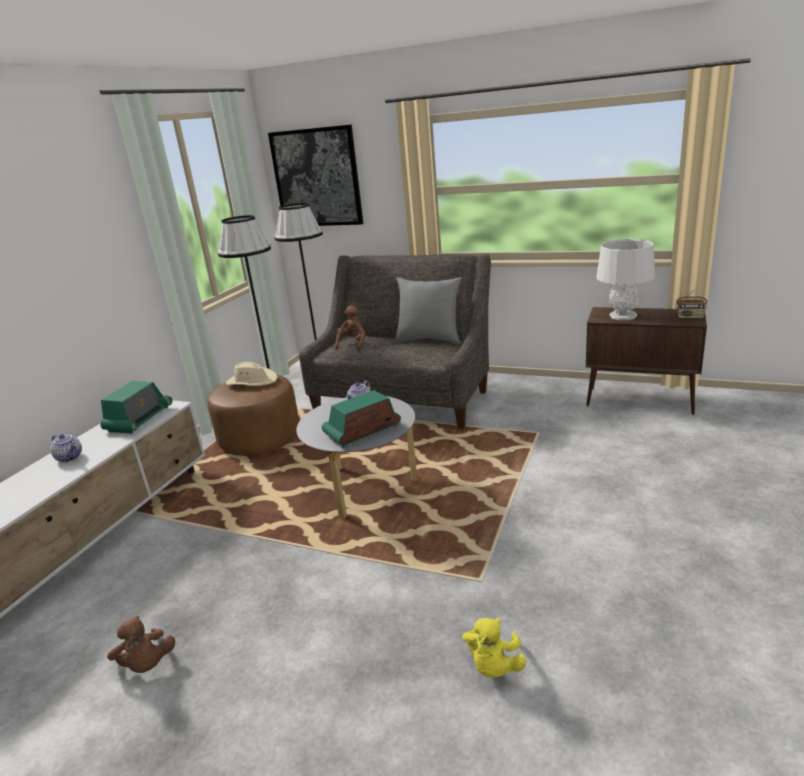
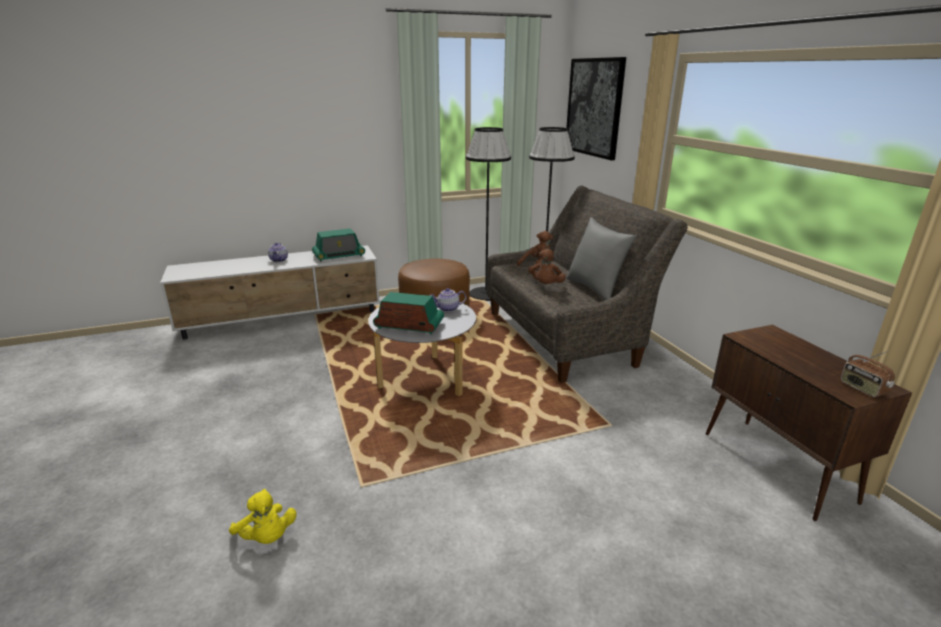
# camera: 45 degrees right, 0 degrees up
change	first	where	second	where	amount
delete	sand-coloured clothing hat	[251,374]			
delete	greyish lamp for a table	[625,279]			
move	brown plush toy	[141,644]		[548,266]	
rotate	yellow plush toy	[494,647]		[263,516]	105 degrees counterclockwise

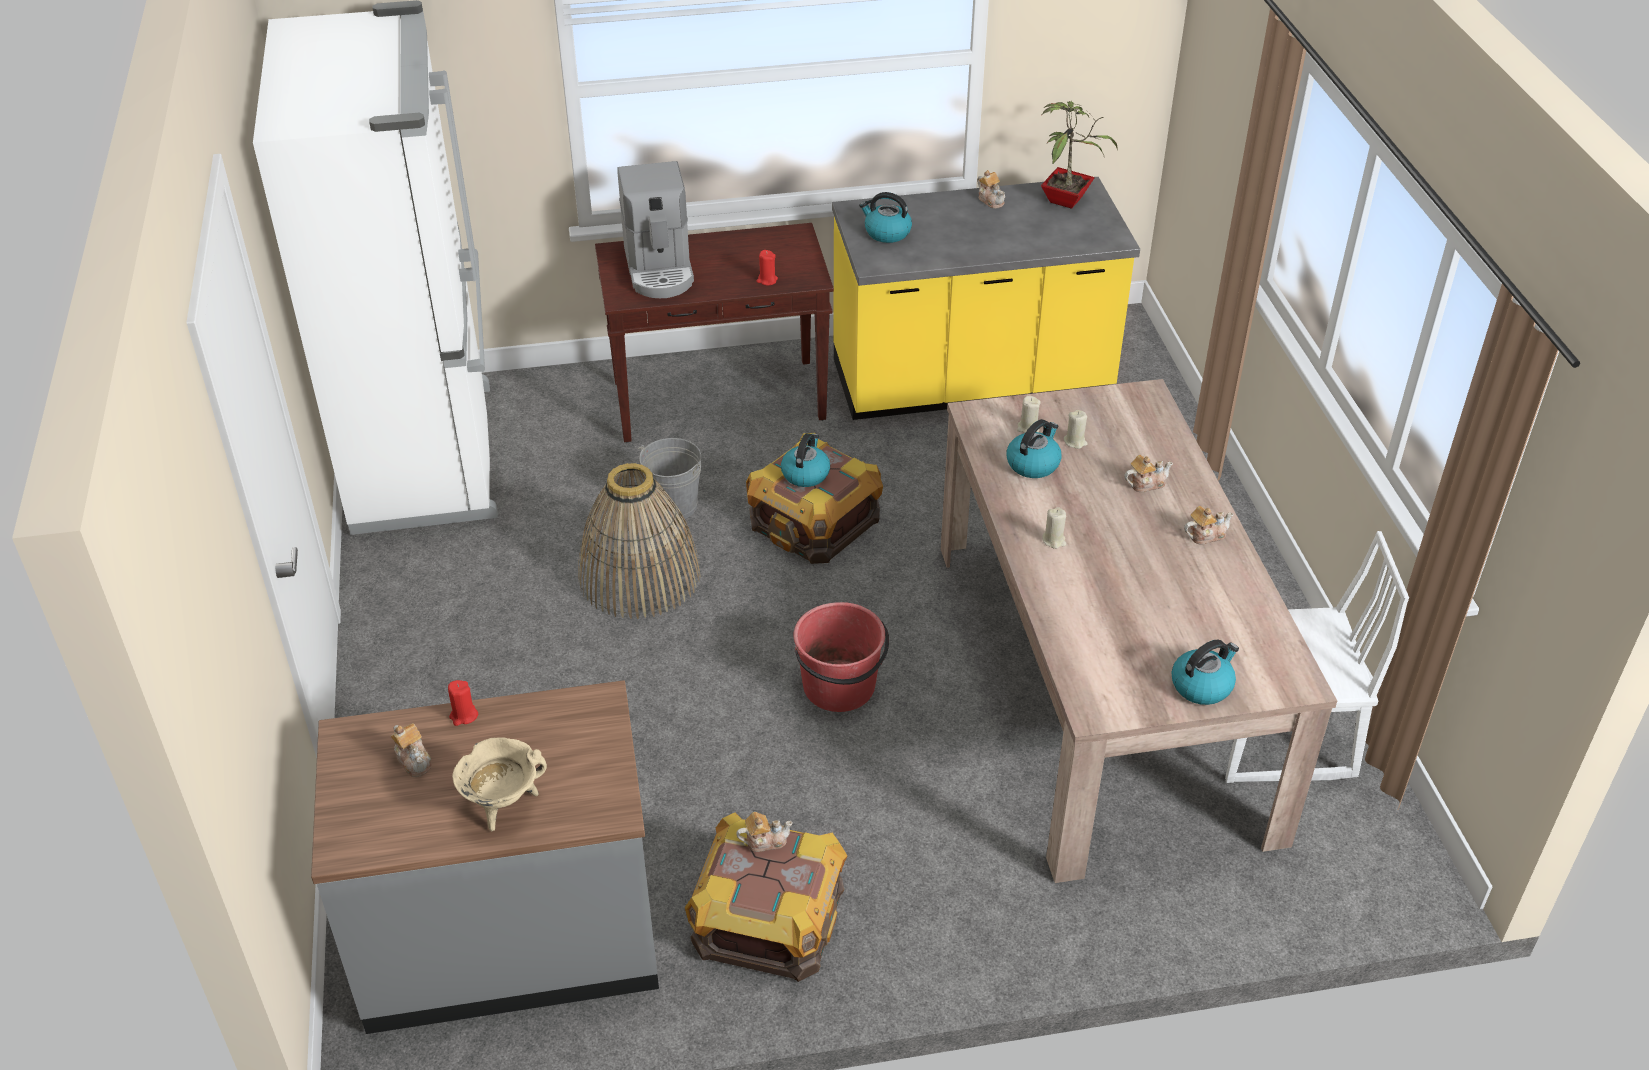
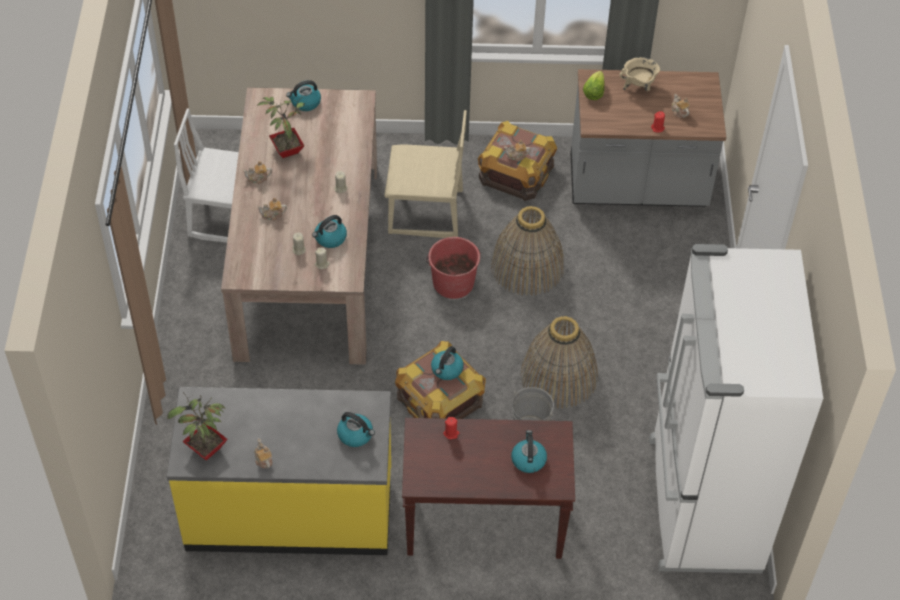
# camera: 170 degrees left, 10 degrees up
change	first	where	second	where	amount
insert			potted plant	[281,127]	
insert			sand-coloured plain chair	[425,174]	
insert			household basket	[527,251]	
insert			lettuce head	[594,85]	
replace	coffee maker	[655,229]	kettle	[529,451]	

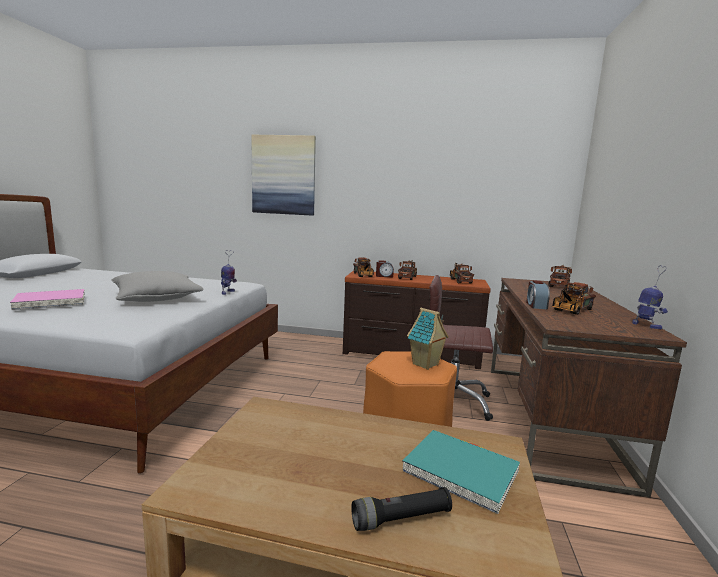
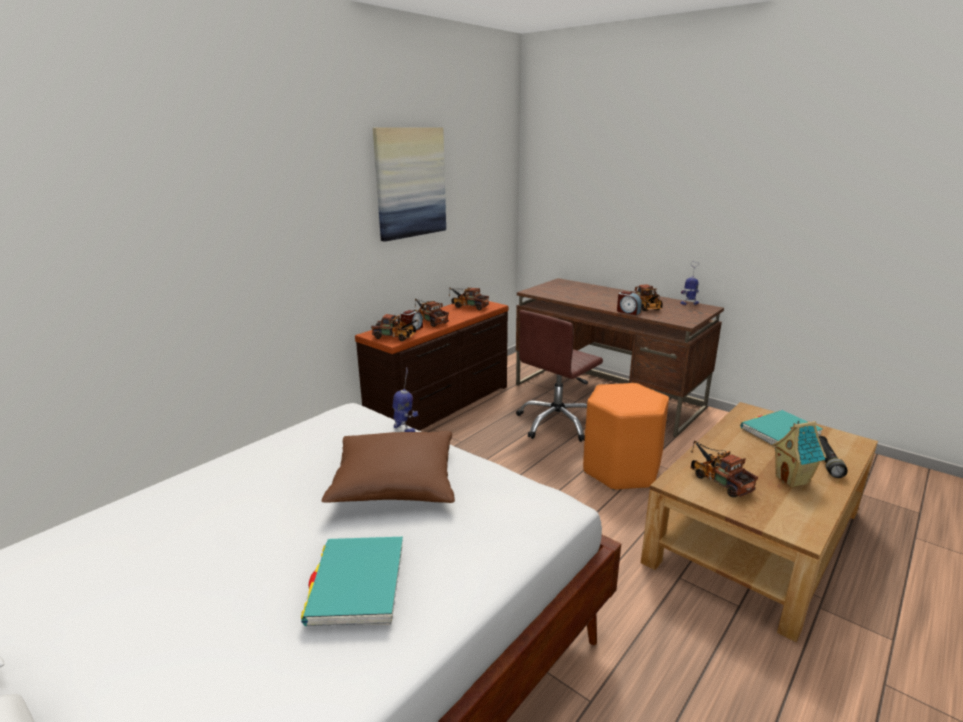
# camera: 60 degrees left, 10 degrees up
change	first	where	second	where	amount
move	wall art	[283,175]		[409,184]	
move	model house	[428,339]		[799,454]	
move	toy lorry	[560,277]		[724,469]	
recolor	pink-coloured bound book	[47,299]	turquoise bound book	[352,581]	
recolor	greyish throw pillow	[157,286]	brown throw pillow	[388,467]	

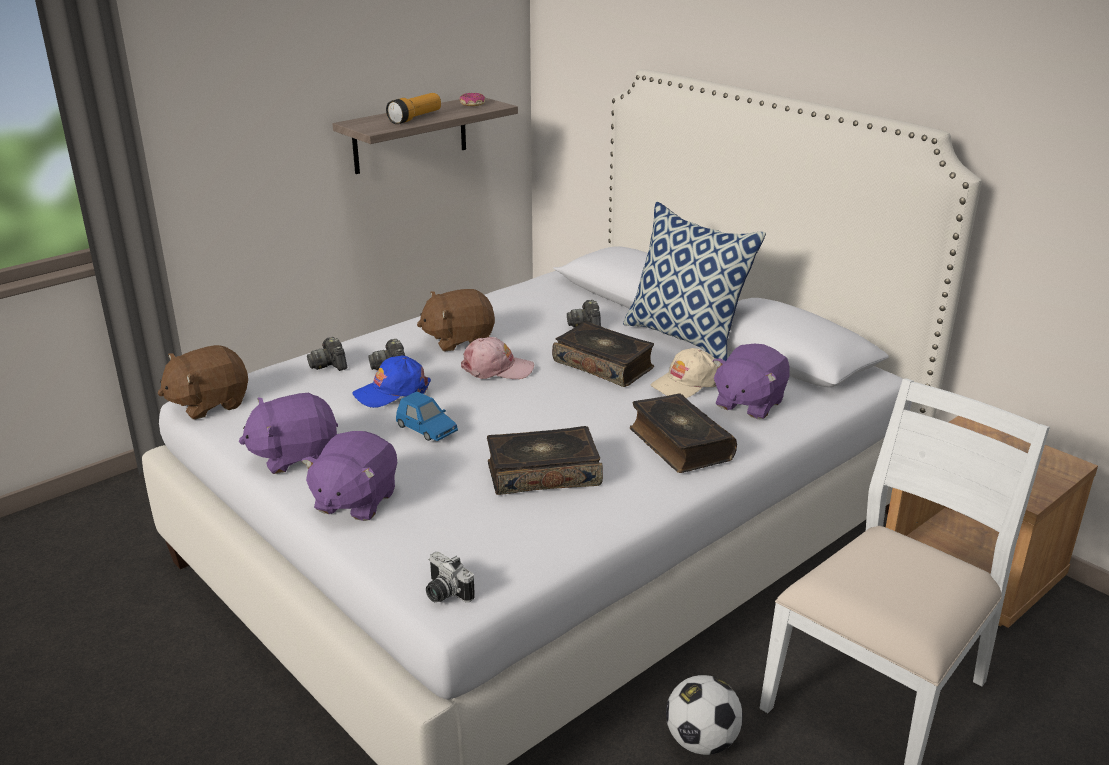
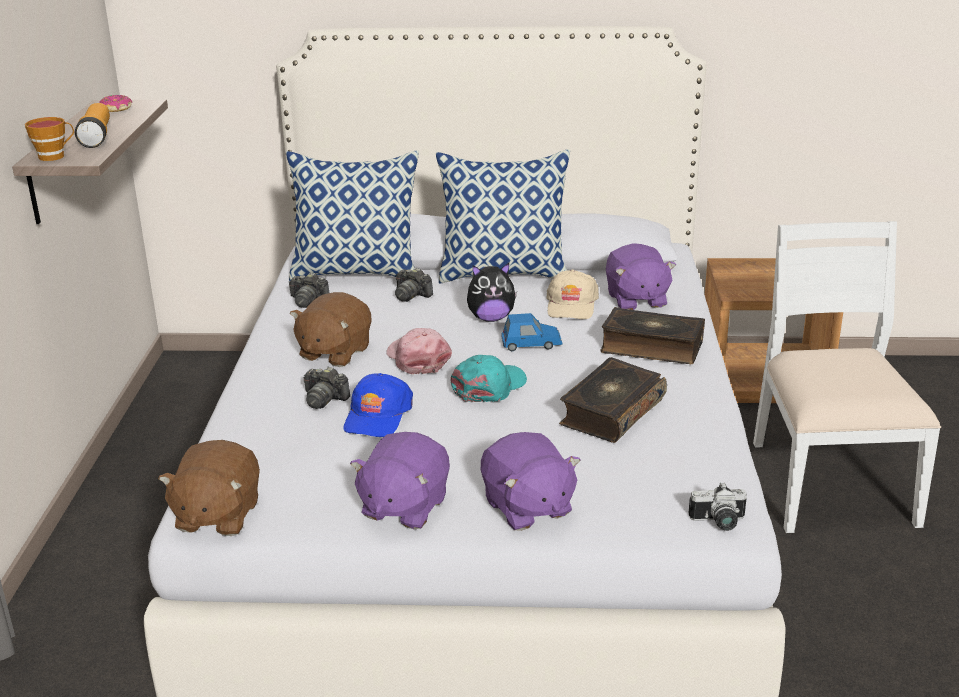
# camera: 45 degrees left, 0 degrees up
change	first	where	second	where	amount
delete	football	[704,715]			
insert			cup	[49,139]	
insert			throw pillow	[352,215]	
insert			turquoise cap	[489,378]	
move	photo camera	[327,354]		[309,290]	
move	blue toy car	[427,416]		[531,332]	
replace	bound book	[603,354]	plush toy	[492,292]	
rotate	pink-coloured cap	[498,358]		[419,351]	75 degrees counterclockwise

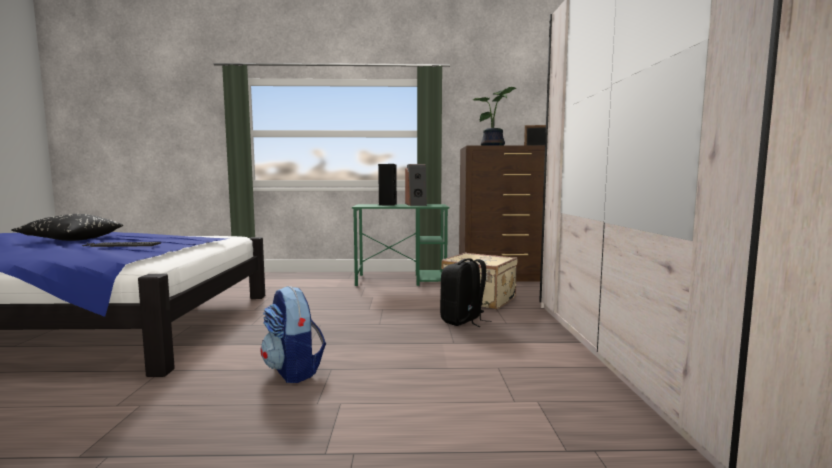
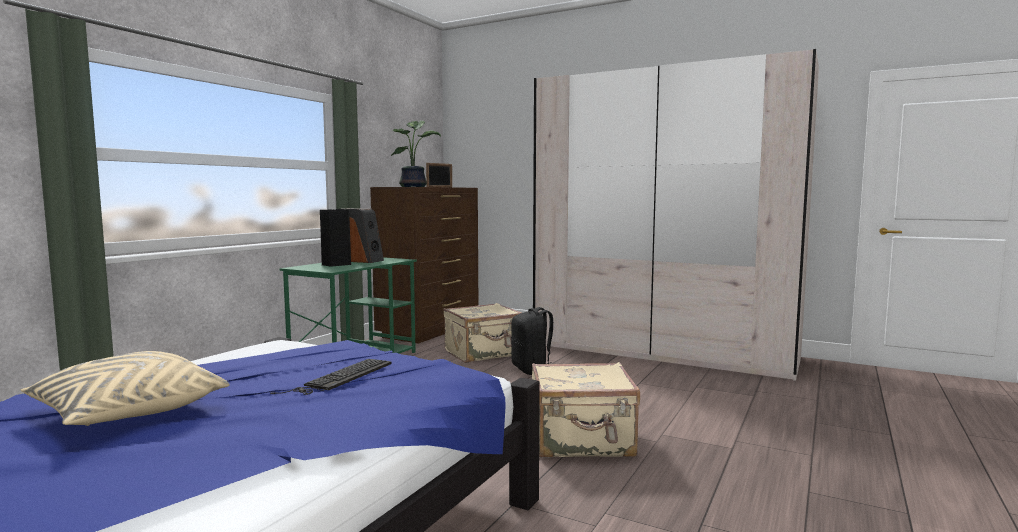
# camera: 60 degrees left, 0 degrees up
change	first	where	second	where	amount
replace	knapsack	[293,334]	sand-coloured suitcase	[586,410]	
recolor	black throw pillow	[67,227]	sand-coloured throw pillow	[125,388]	

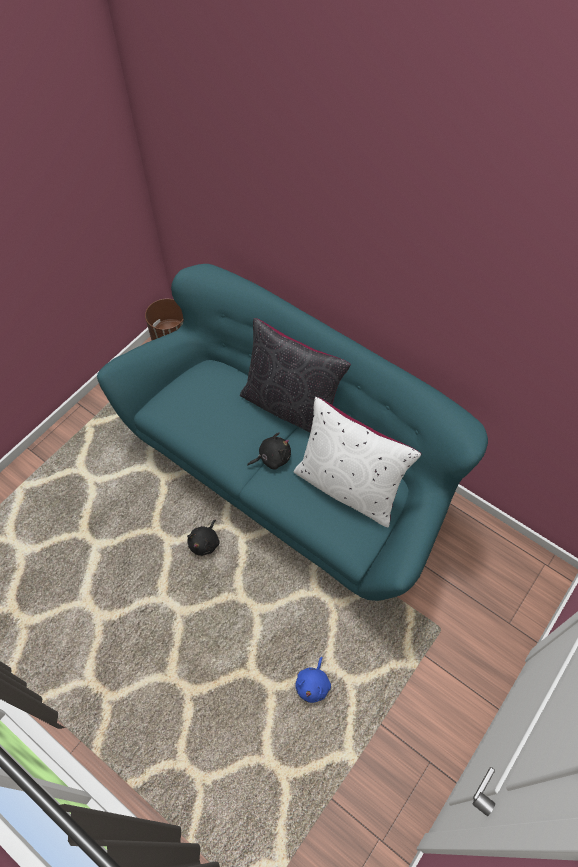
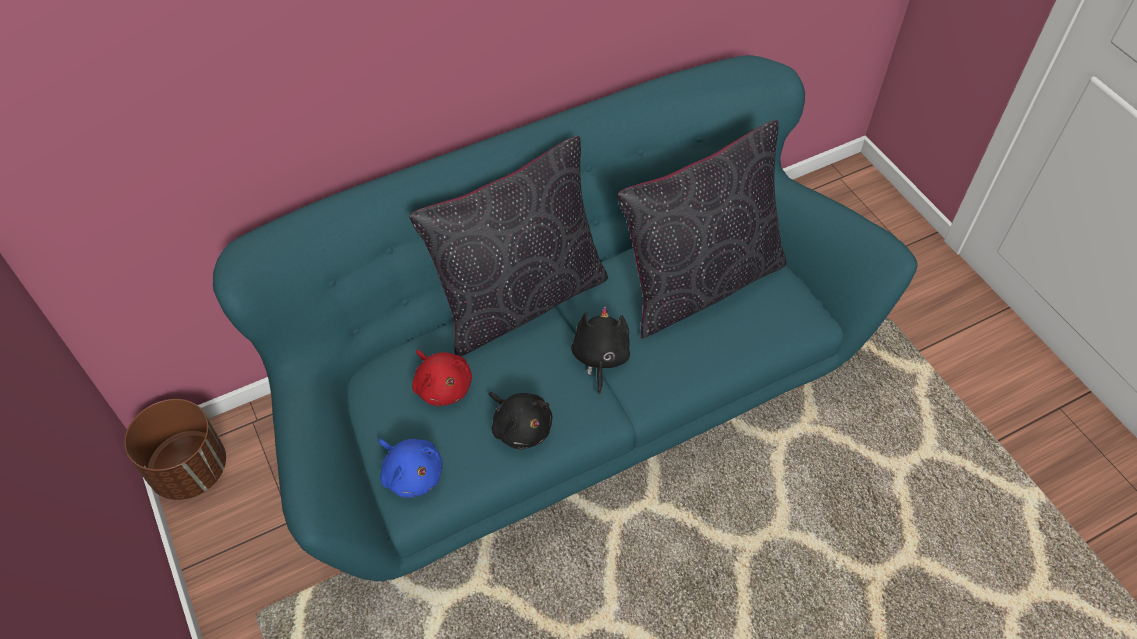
# camera: 65 degrees left, 5 degrees down
change	first	where	second	where	amount
insert			red-coloured plush toy	[442,378]	
move	black plush toy	[203,538]		[520,421]	
move	blue plush toy	[313,680]		[410,468]	
recolor	white-coloured throw pillow	[357,462]	black throw pillow	[702,229]	

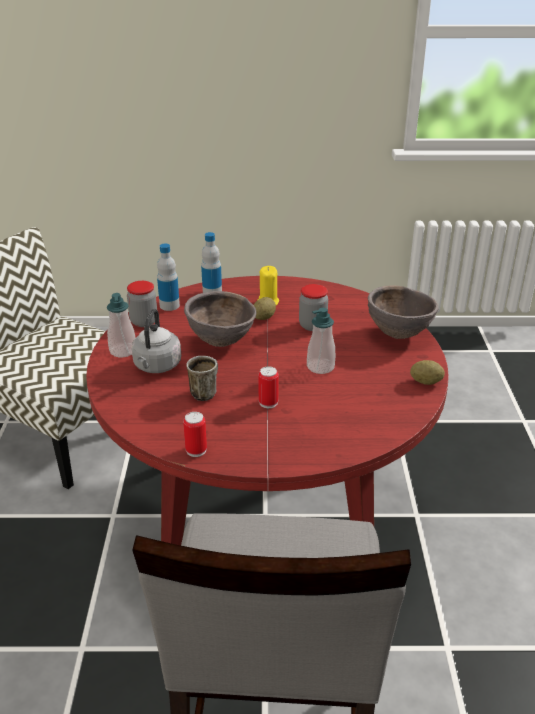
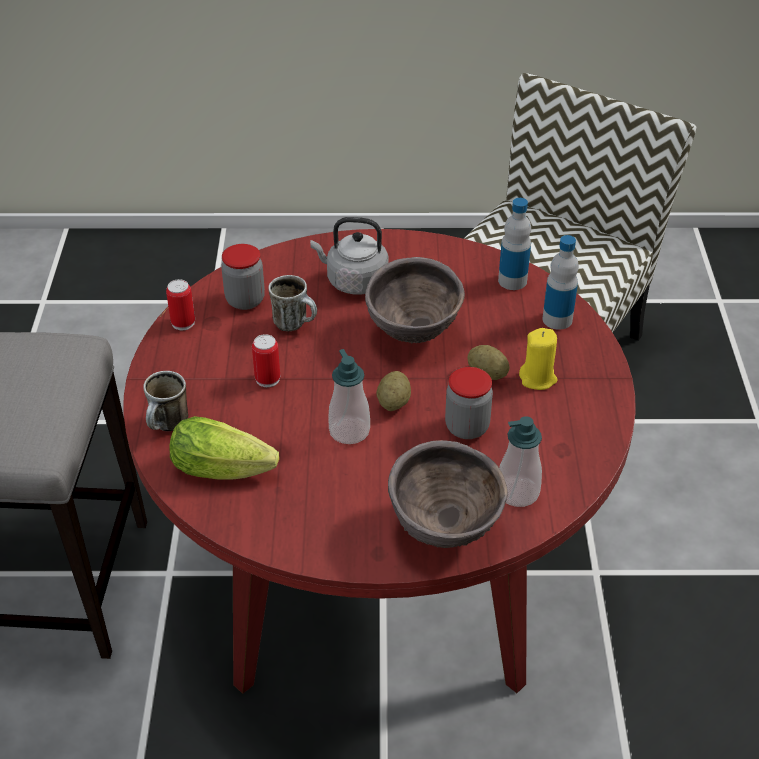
# camera: 90 degrees right, 10 degrees up
change	first	where	second	where	amount
insert			mug	[165,401]	
insert			lettuce head	[224,448]	
move	soap bottle	[121,325]		[520,461]	
move	jar	[142,304]		[243,277]	
move	spud	[427,372]		[393,391]	

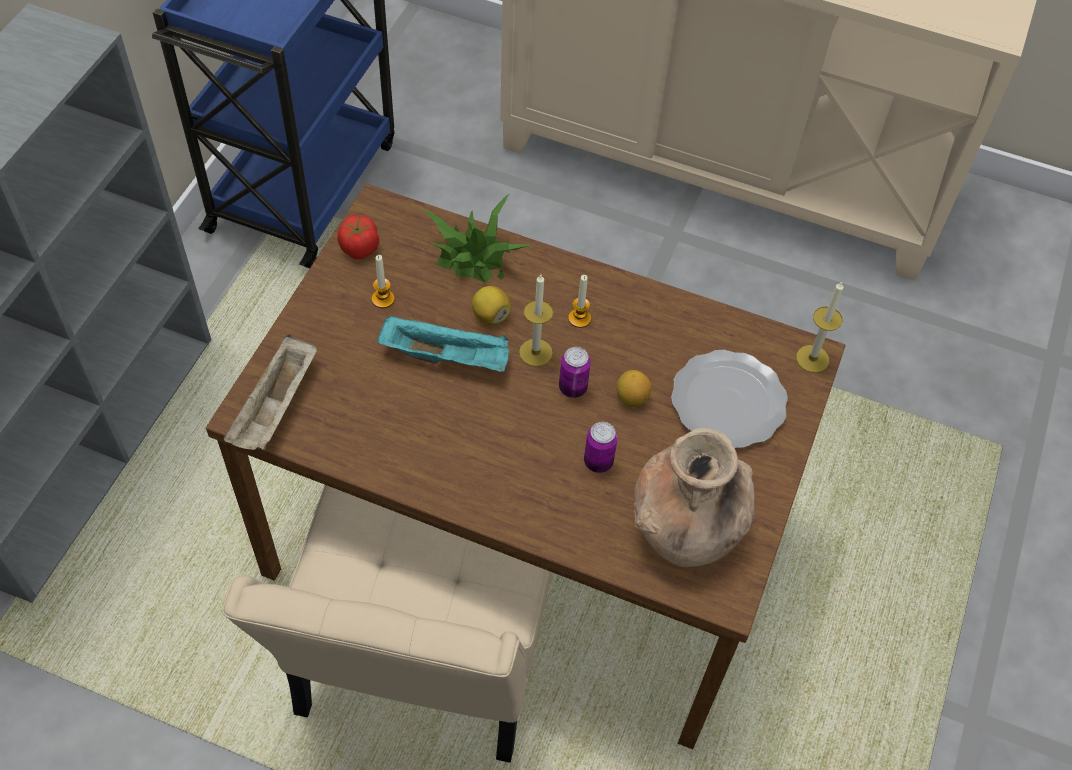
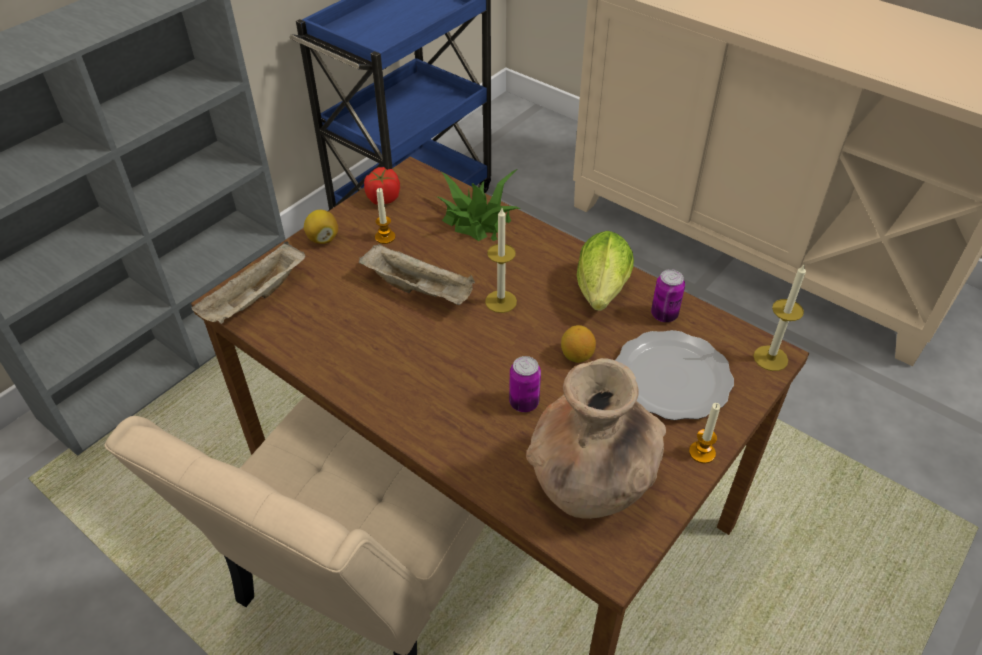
# camera: 20 degrees right, 10 degrees down
change	first	where	second	where	amount
insert			lettuce head	[605,271]	
move	lemon	[491,305]		[321,227]	
move	metal can	[575,372]		[668,295]	
move	candle	[579,301]		[704,433]	
recolor	turquoise serving tray	[443,343]	sand-coloured serving tray	[417,274]	

